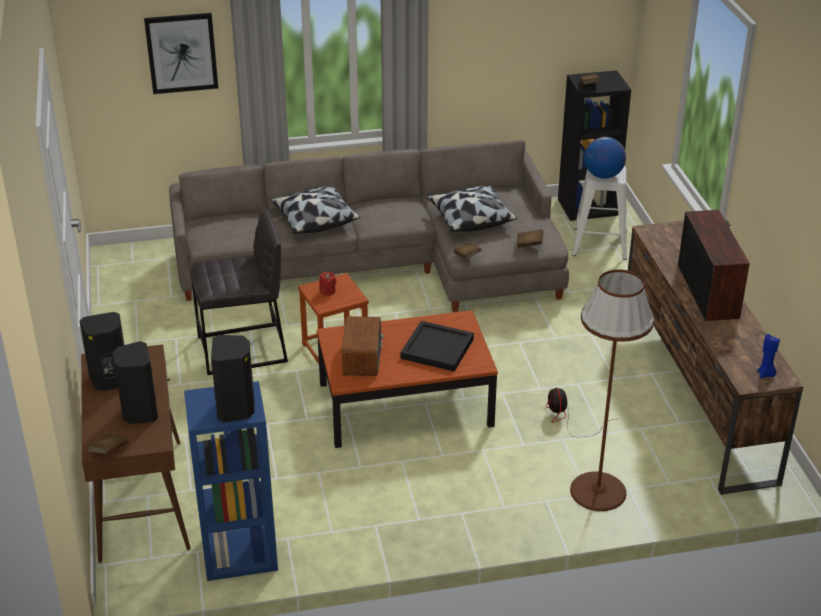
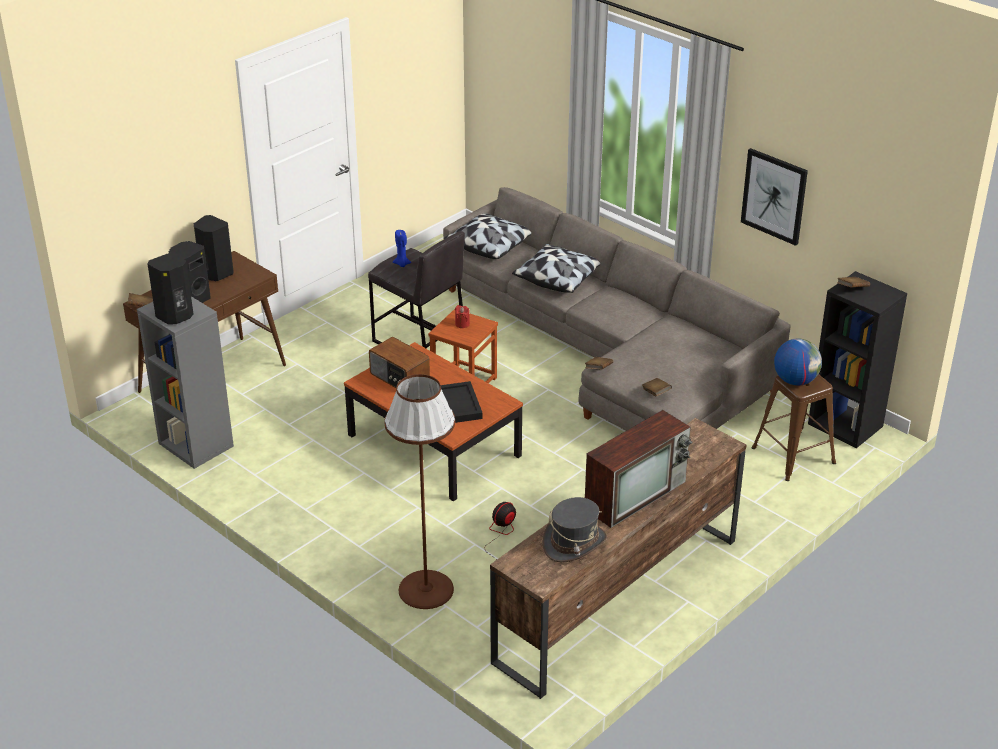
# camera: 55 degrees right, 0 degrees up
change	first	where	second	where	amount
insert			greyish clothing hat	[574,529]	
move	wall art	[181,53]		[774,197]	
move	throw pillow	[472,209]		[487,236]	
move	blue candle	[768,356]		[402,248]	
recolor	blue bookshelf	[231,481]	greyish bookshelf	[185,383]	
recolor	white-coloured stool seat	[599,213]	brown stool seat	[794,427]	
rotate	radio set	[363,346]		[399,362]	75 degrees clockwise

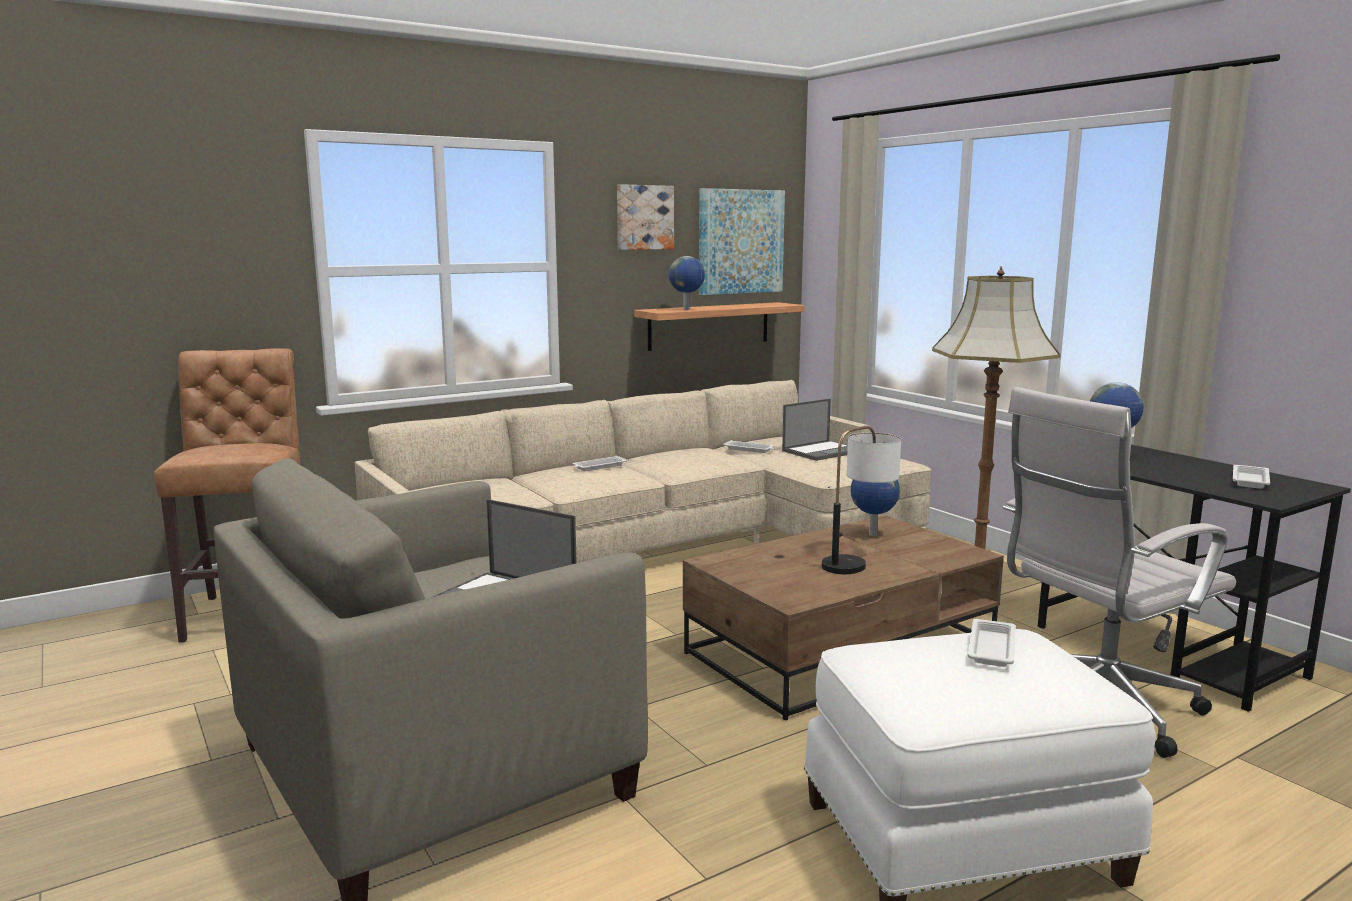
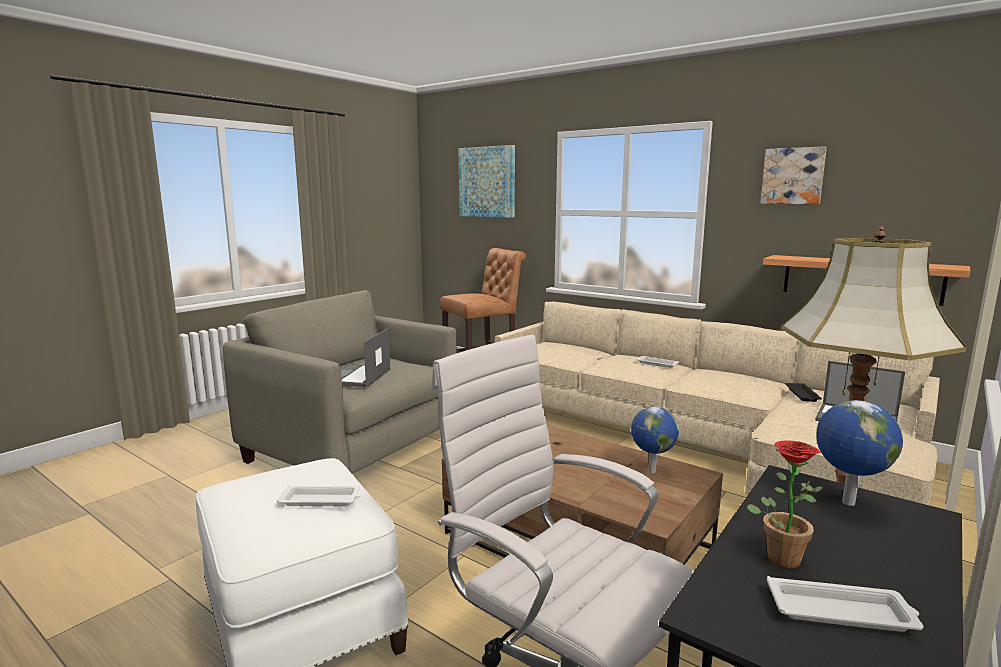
# camera: 70 degrees right, 0 degrees up
change	first	where	second	where	amount
delete	world globe	[687,283]			
delete	lamp for a table	[861,500]			
insert			potted plant	[784,504]	
move	wall art	[742,241]		[486,181]	
recolor	white-coloured serving tray	[748,446]	black serving tray	[803,392]	

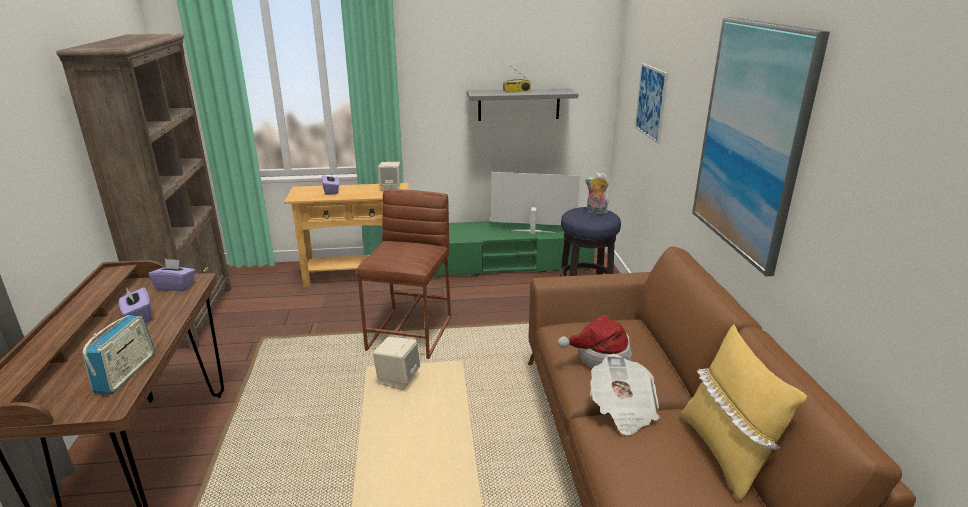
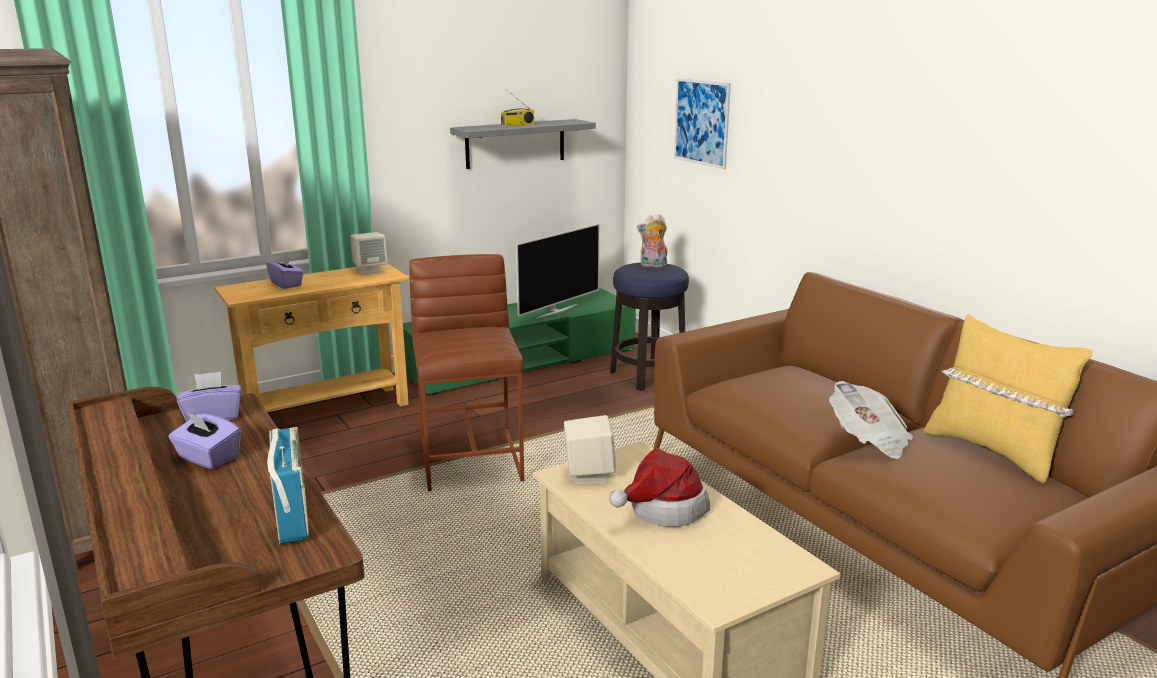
# camera: 25 degrees left, 5 degrees down
change	first	where	second	where	amount
delete	wall art	[761,146]			
move	clothing hat	[595,341]		[659,487]	
rotate	television	[535,203]		[557,271]	150 degrees clockwise

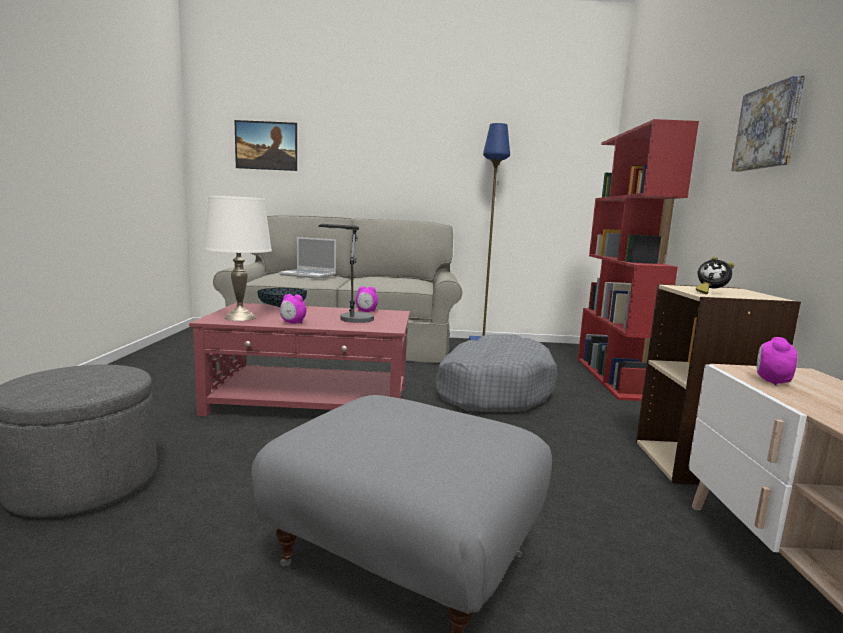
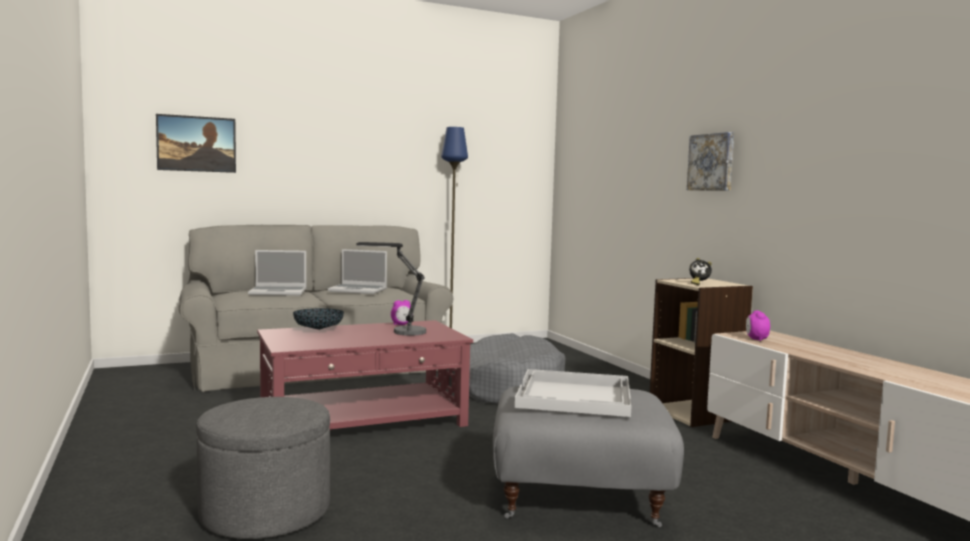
# camera: 25 degrees left, 5 degrees down
change	first	where	second	where	amount
delete	white-coloured lamp for a table	[238,258]			
delete	bedside clock	[293,308]			
delete	red-coloured bookshelf	[638,260]			
insert			portable computer	[357,271]	
insert			white-coloured serving tray	[573,393]	

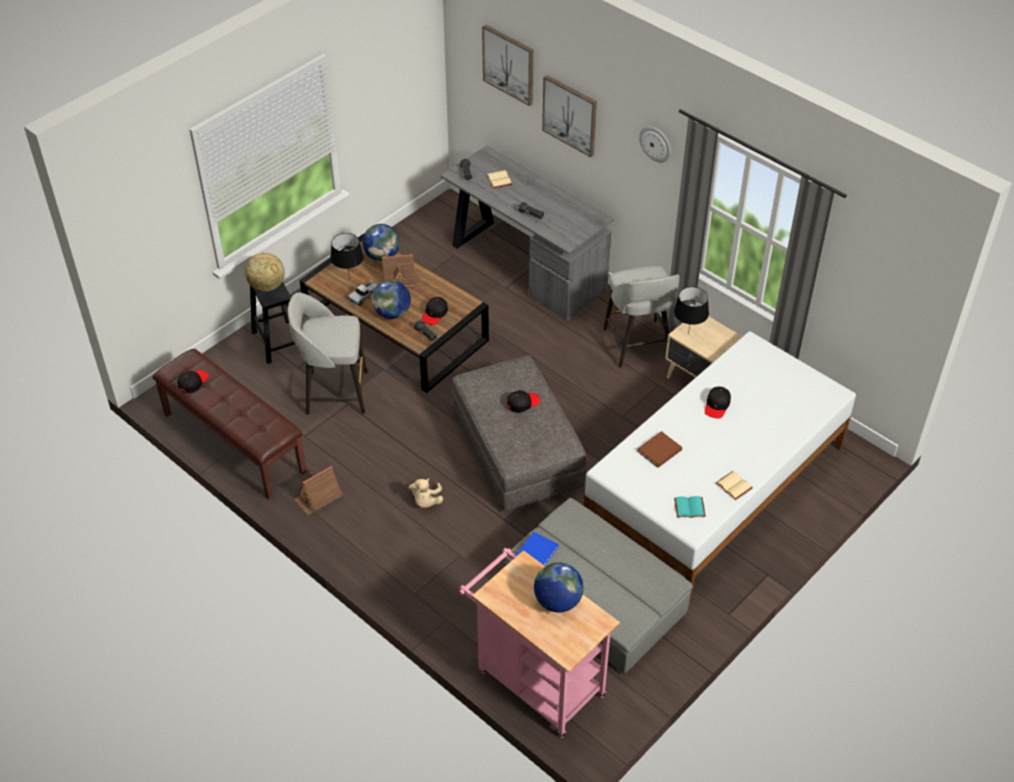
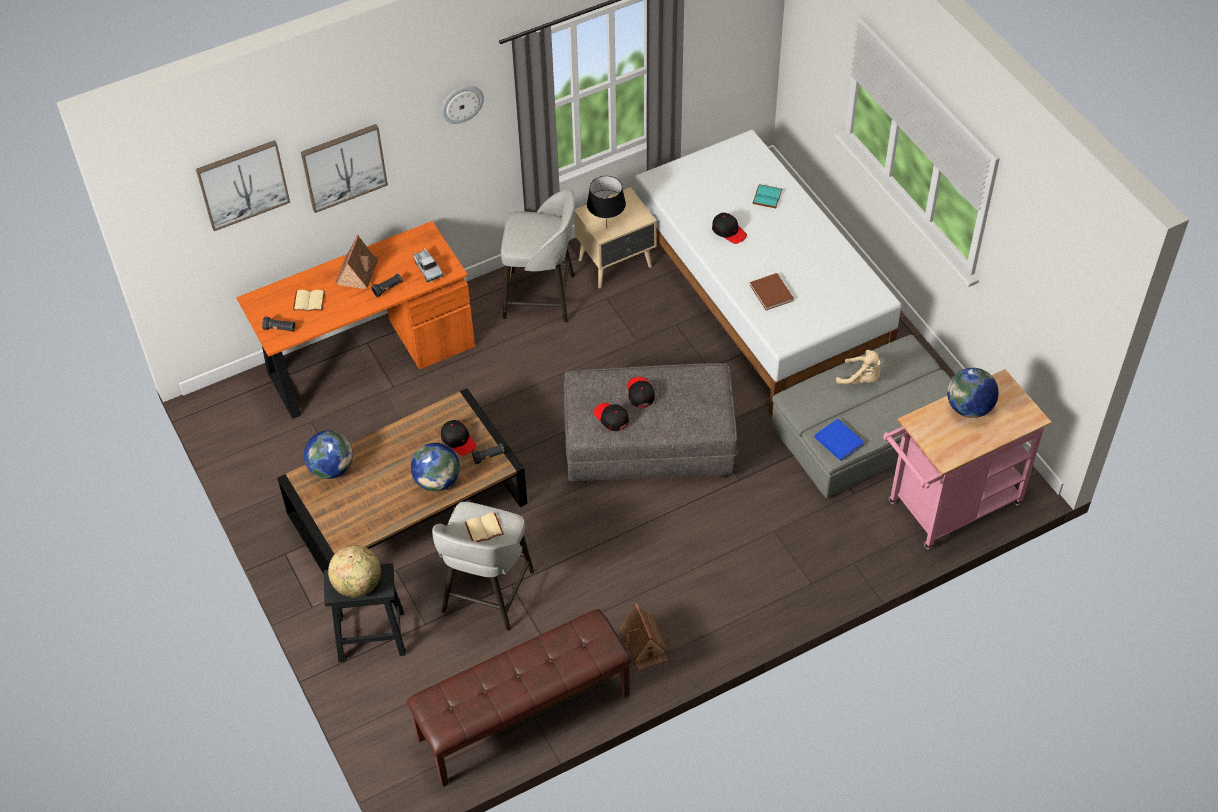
# camera: 70 degrees left, 5 degrees up
change	first	where	second	where	amount
delete	black lamp for a table	[347,256]			
move	black cap	[193,381]		[611,417]	
move	toy lorry	[363,292]		[428,264]	
move	model house	[401,270]		[356,262]	
move	sand-coloured plush toy	[426,493]		[858,367]	
move	turquoise bound book	[690,507]		[767,196]	
move	sand-coloured bound book	[734,485]		[484,527]	
recolor	greyish desk	[527,233]	orangey desk	[355,320]	

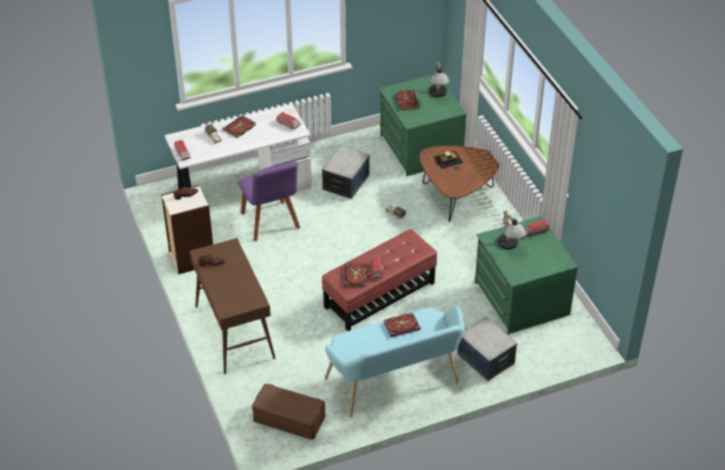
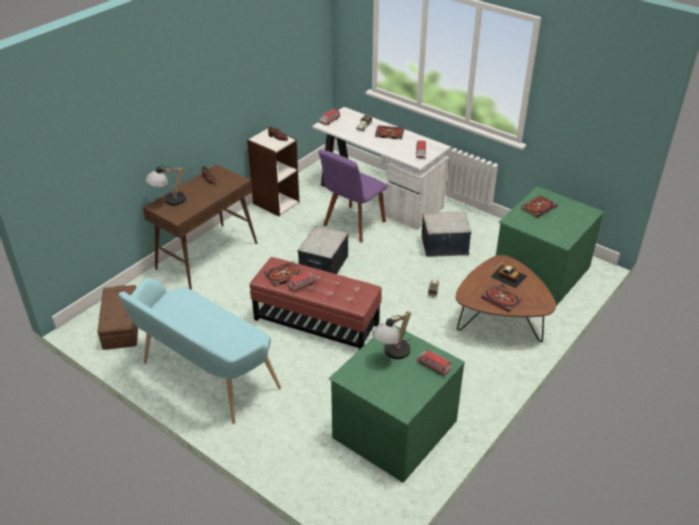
# camera: 60 degrees right, 5 degrees down
change	first	where	second	where	amount
move	bound book	[402,325]		[501,298]	
move	lamp for a table	[439,79]		[168,185]	
move	storage box	[487,349]		[323,250]	

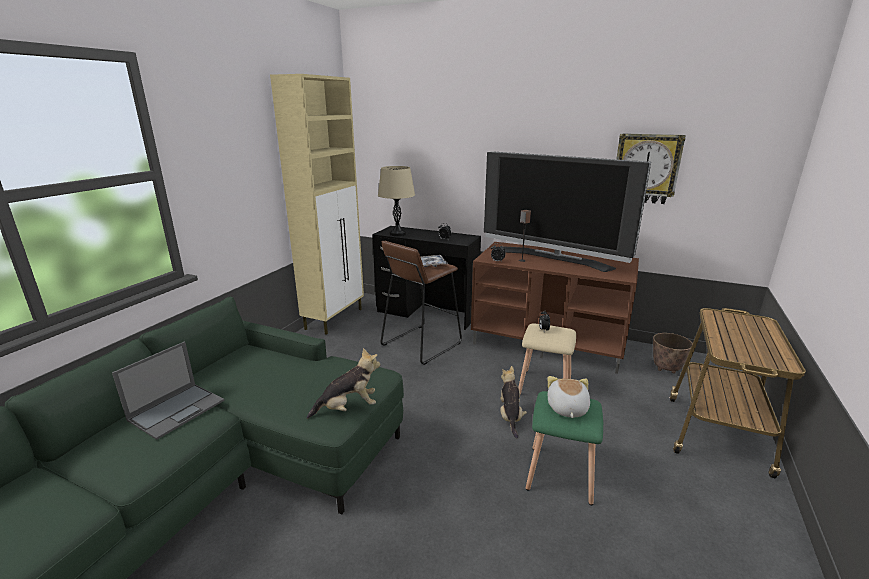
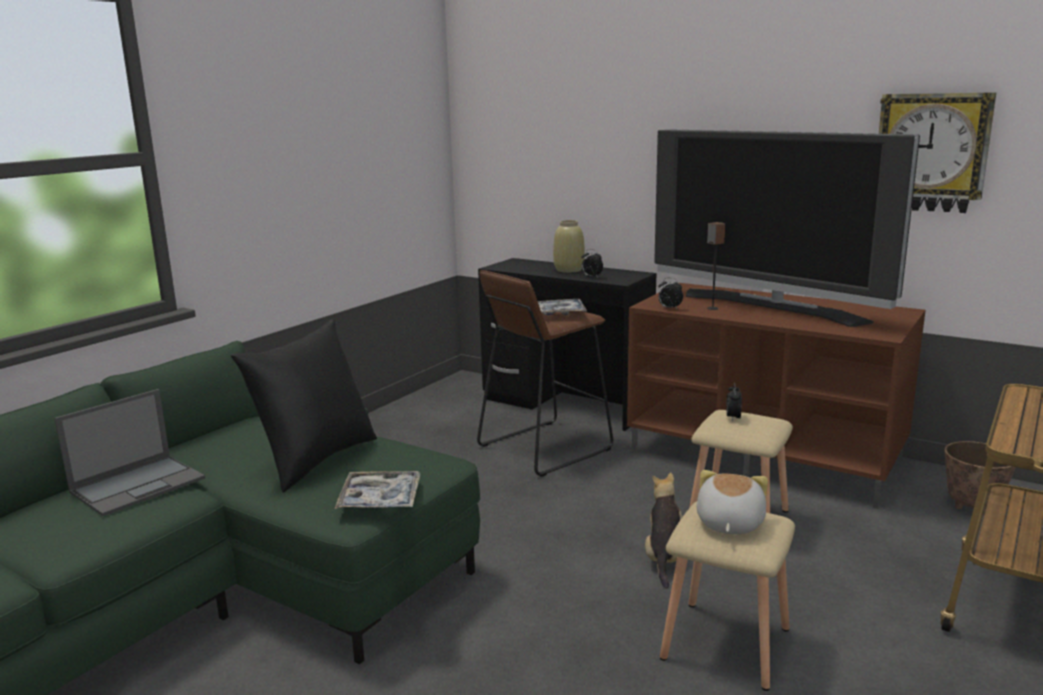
# camera: 10 degrees right, 5 degrees down
change	first	where	second	where	amount
delete	sand-coloured cupboard	[317,204]			
delete	sand-coloured lamp for a table	[396,201]			
insert			black throw pillow	[304,405]	
insert			sand-coloured decorative vase	[569,246]	
replace	plush toy	[343,383]	serving tray	[377,490]	
recolor	greenish stool seat	[564,448]	sand-coloured stool seat	[727,596]	

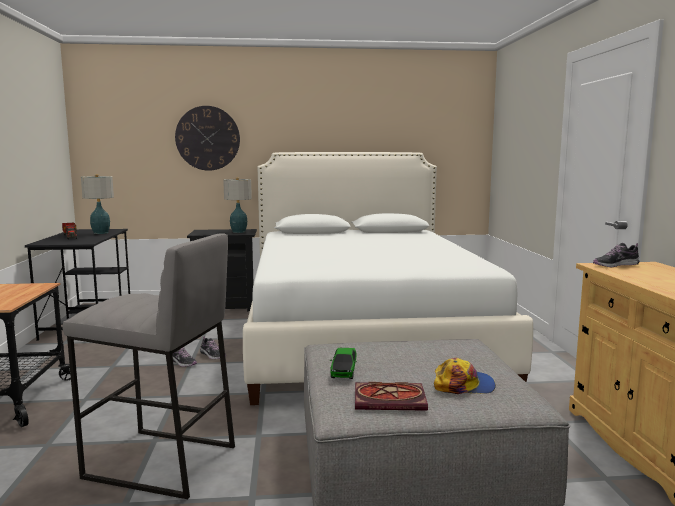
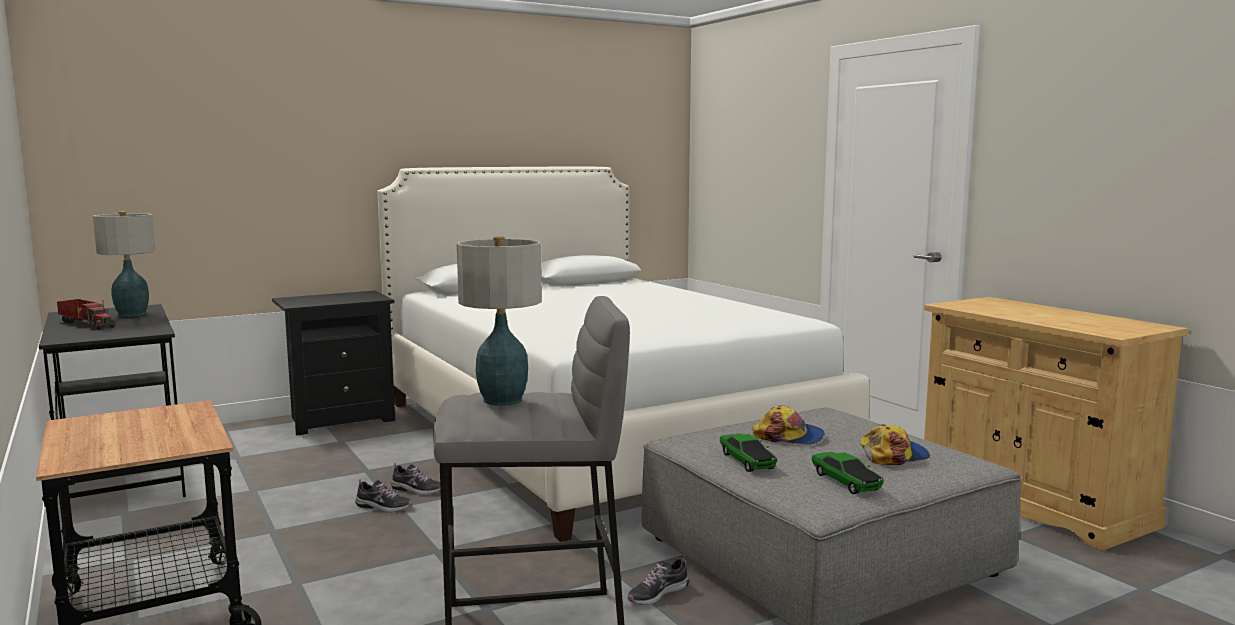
# camera: 25 degrees left, 0 degrees up
change	first	where	second	where	amount
delete	clock on the wall	[207,138]			
insert			cap	[789,425]	
move	lamp for a table	[237,205]		[499,321]	
move	shoe	[616,255]		[658,580]	
replace	bound book	[391,396]	toy car	[847,473]	

